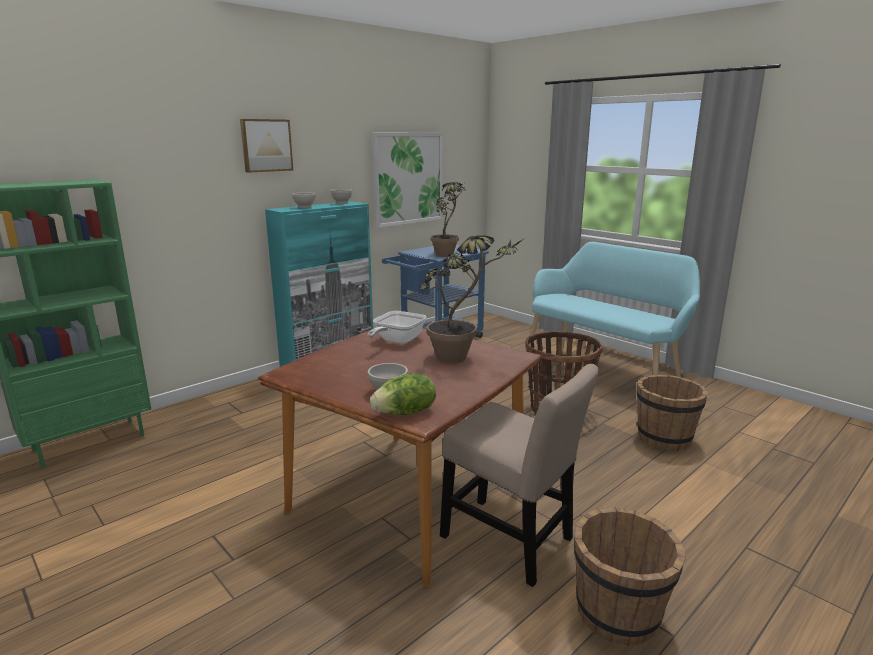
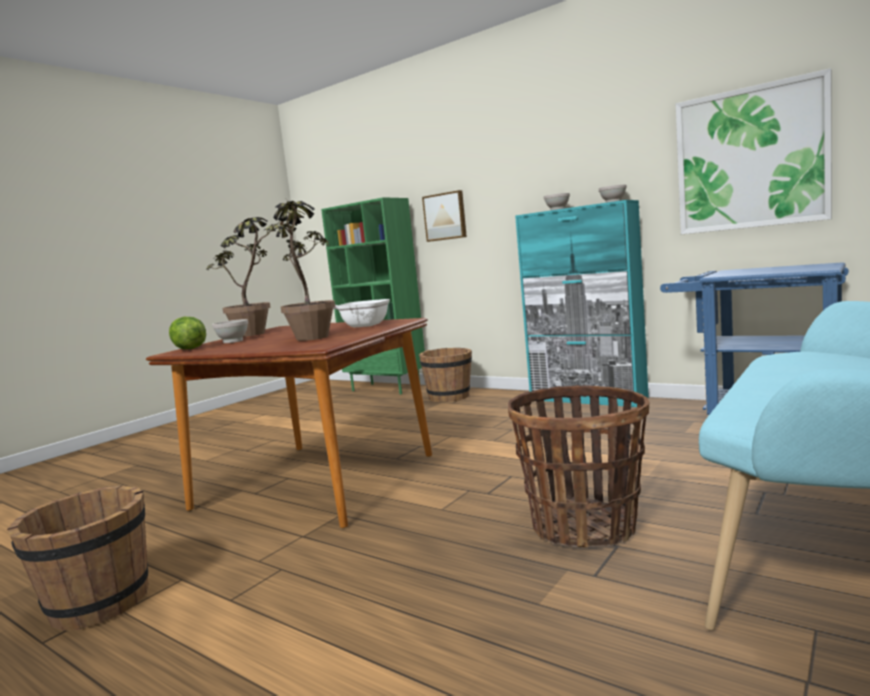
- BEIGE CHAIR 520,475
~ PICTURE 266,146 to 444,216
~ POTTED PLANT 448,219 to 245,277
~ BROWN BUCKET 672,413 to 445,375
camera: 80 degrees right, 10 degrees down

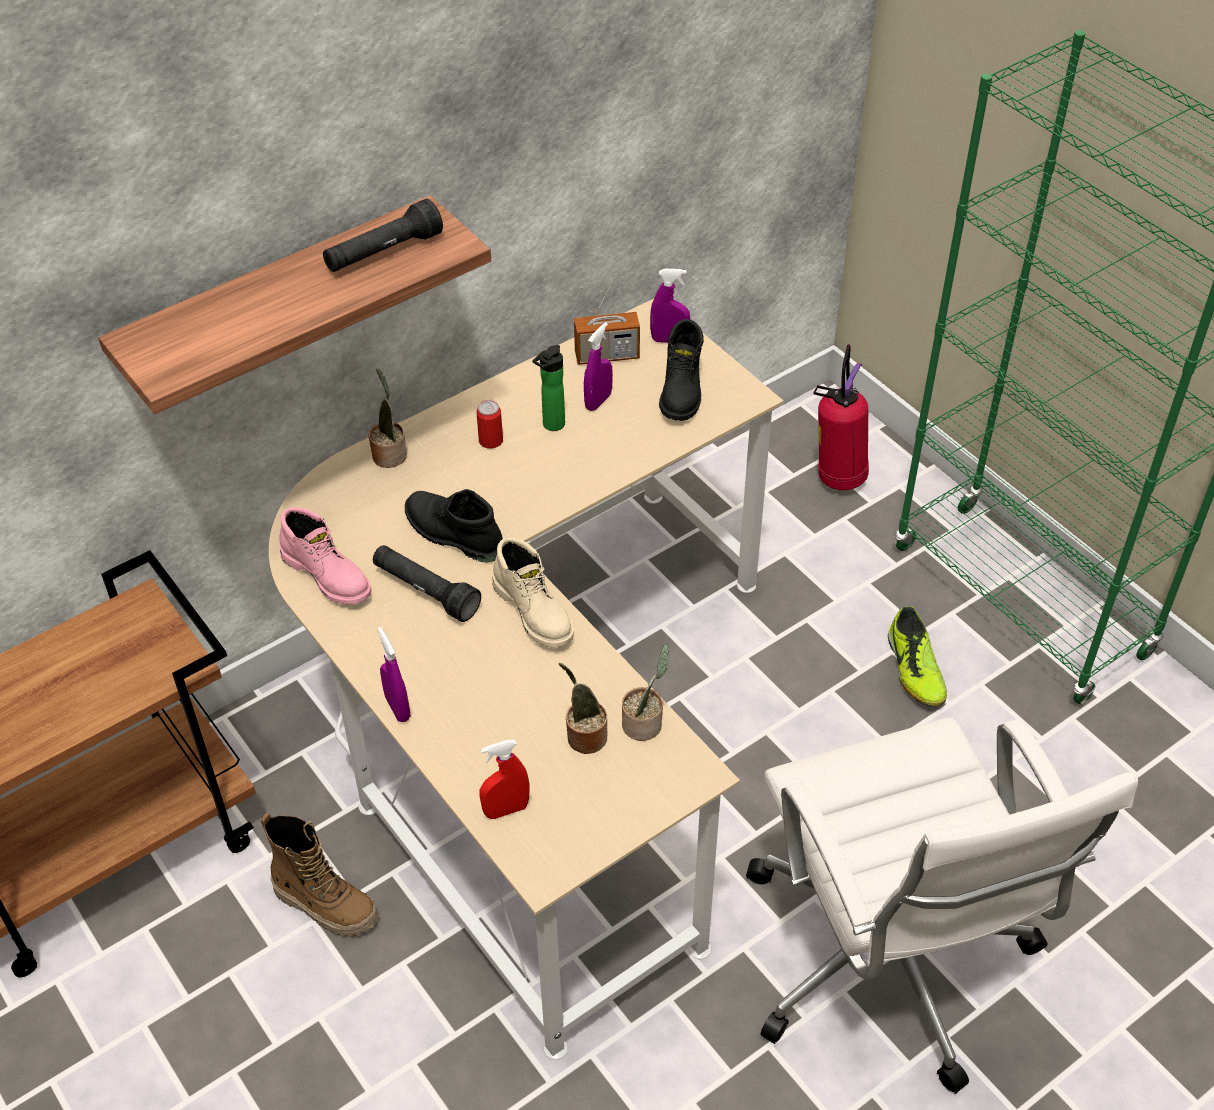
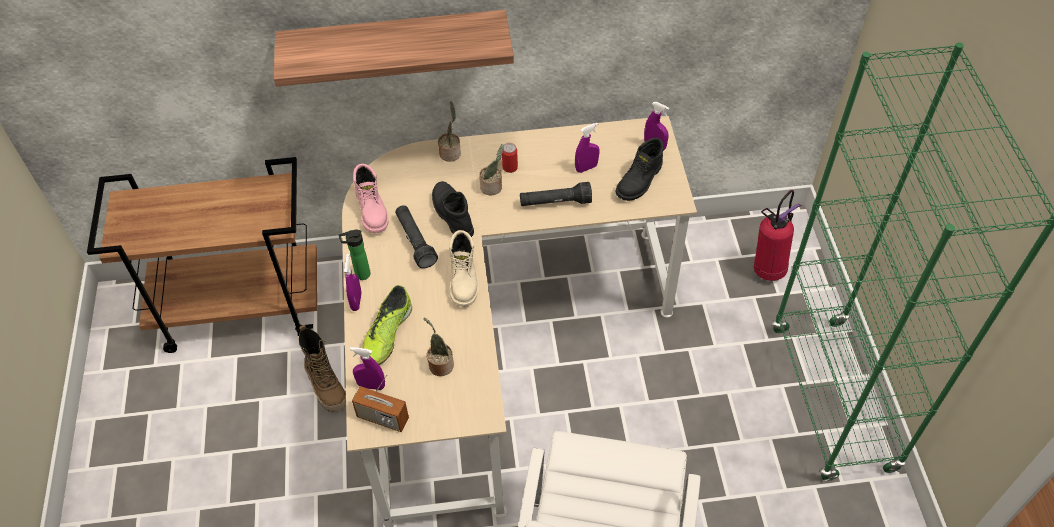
~ BLACK FLASHLIGHT 383,235 to 556,194
~ BOTTLE 548,388 to 354,254
~ RADIO 607,319 to 380,403
~ POTTED PLANT 645,692 to 491,169
~ SHOE 917,656 to 387,325
~ RED SPRAY BOTTLE 504,779 to PURPLE SPRAY BOTTLE 367,368
camera: 30 degrees right, 5 degrees up

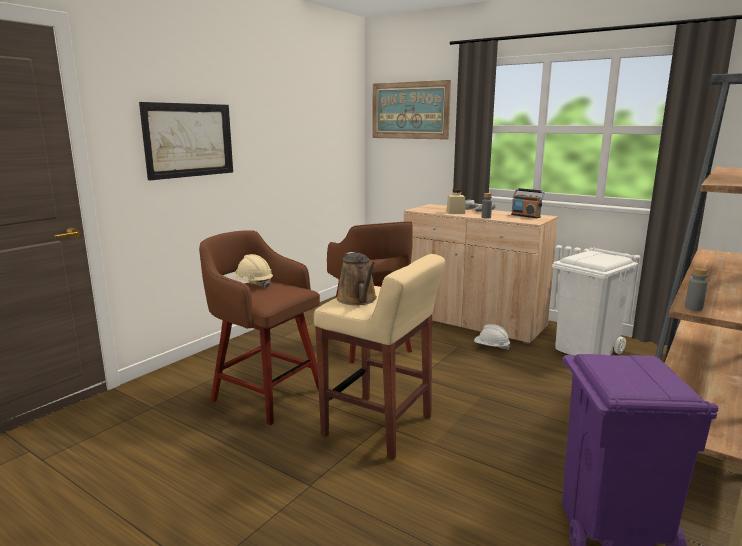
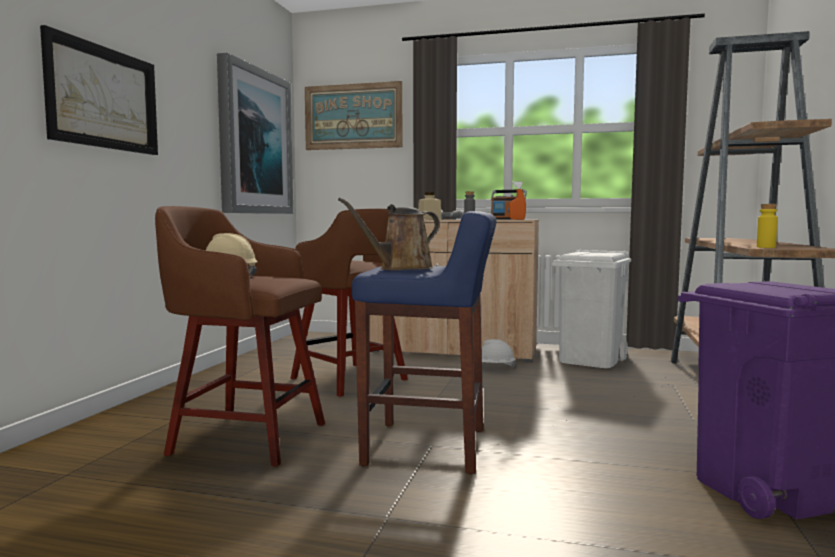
+ PICTURE 255,133
+ ORANGE SPRAY BOTTLE 517,200
~ BEIGE STOOL 379,357 to BLUE STOOL 424,342
~ GREY BOTTLE 696,289 to YELLOW BOTTLE 767,226
~ BROWN WATERING CAN 357,278 = 389,234 90 degrees clockwise
camera: 20 degrees left, 10 degrees down

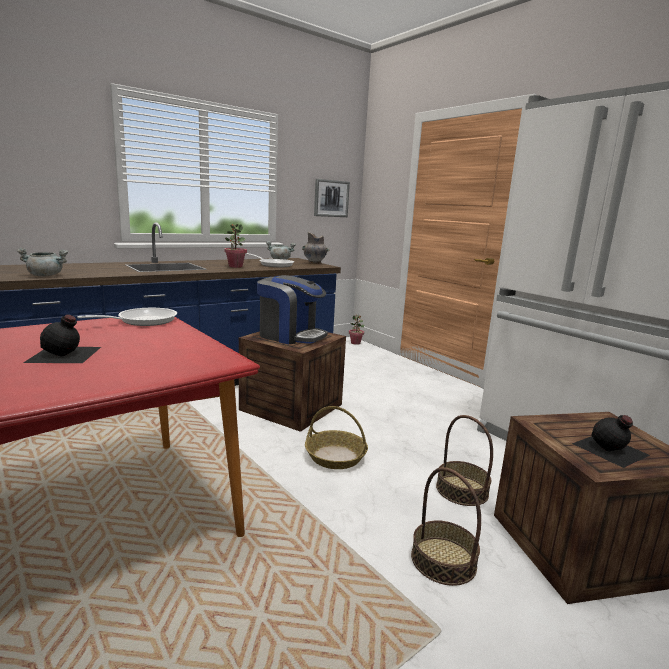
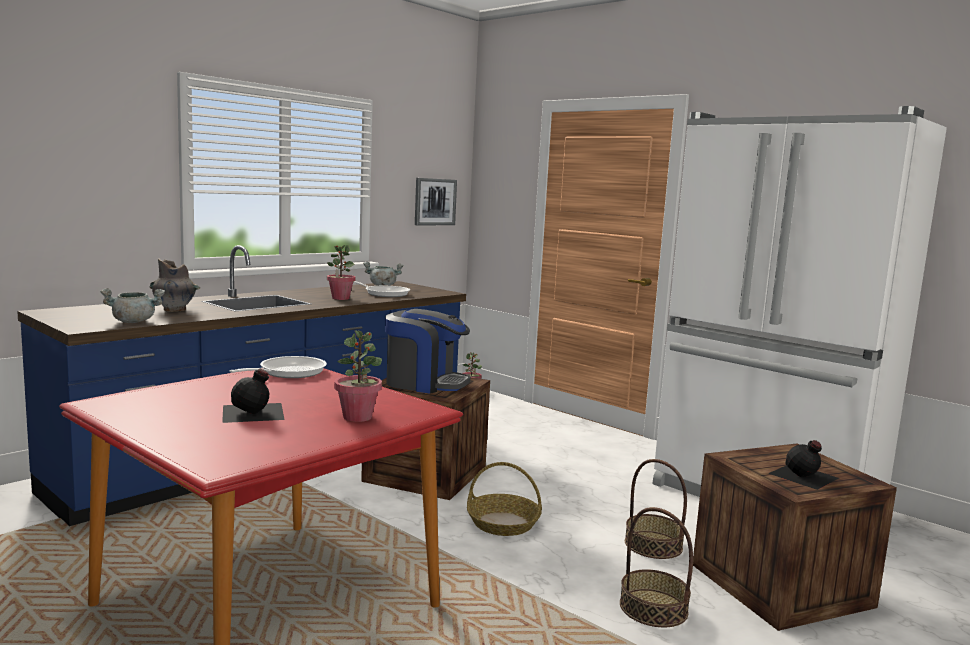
+ POTTED PLANT 358,376
~ GREY VASE 316,248 to 175,285
camera: 10 degrees left, 5 degrees down

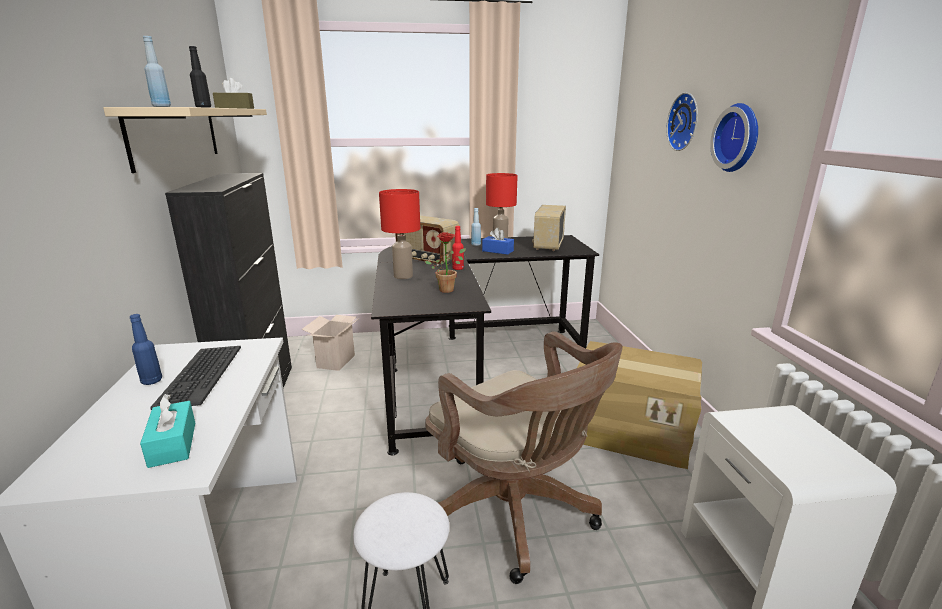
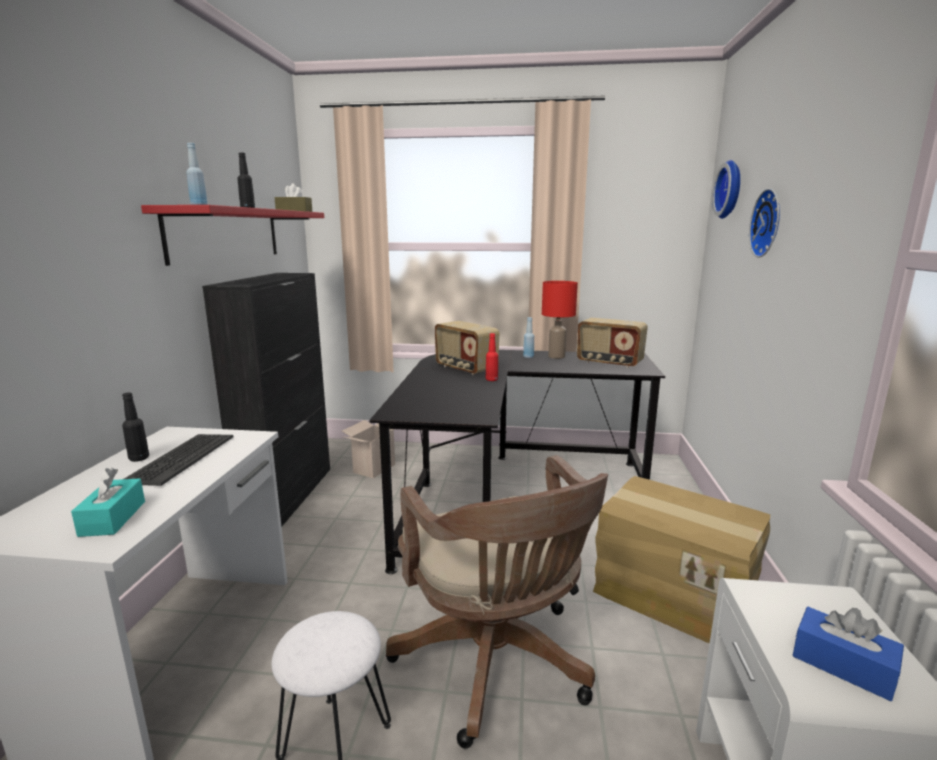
- RED TABLE LAMP 399,234
- POTTED PLANT 445,262
~ BLUE TISSUE BOX 498,241 to 848,654
~ WALL CLOCK 734,137 to 726,189
~ BEIGE SHELF 185,140 to RED SHELF 232,235
~ BLUE BOTTLE 146,349 to BLACK BOTTLE 135,427
~ RADIO 549,228 = 612,343 90 degrees counterclockwise
camera: 15 degrees right, 5 degrees down

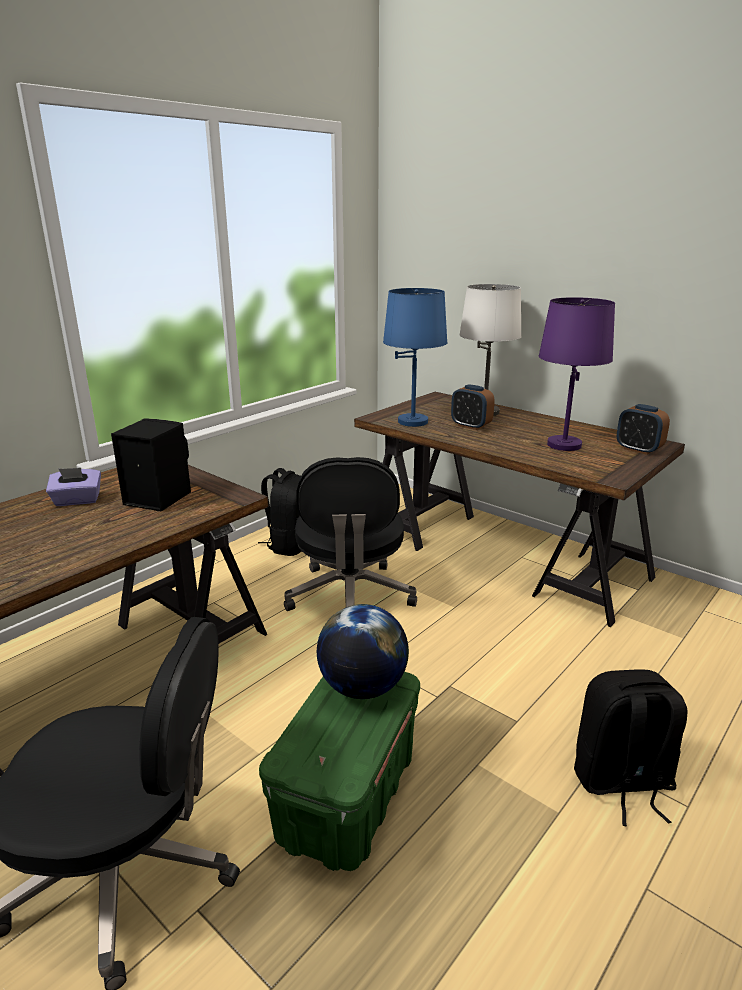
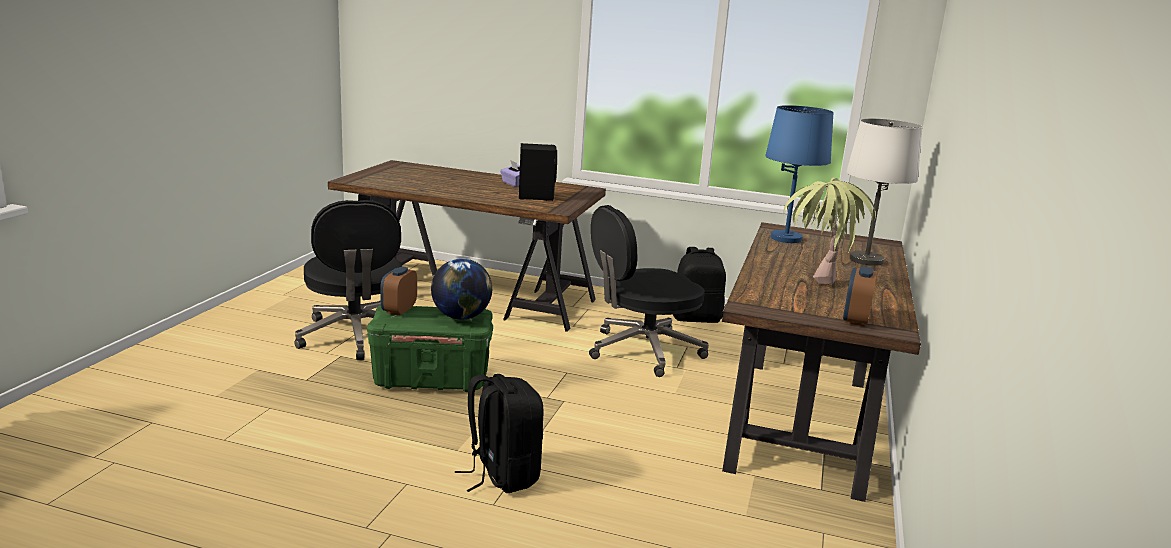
~ ALARM CLOCK 473,407 to 398,291
~ PURPLE TABLE LAMP 577,374 to POTTED PLANT 830,230
camera: 65 degrees right, 5 degrees down

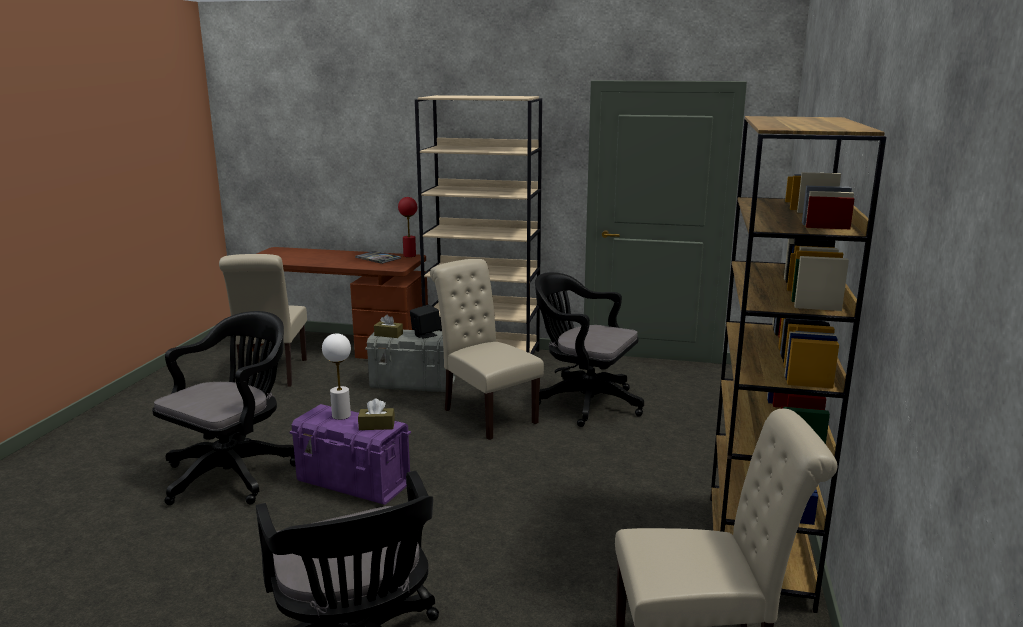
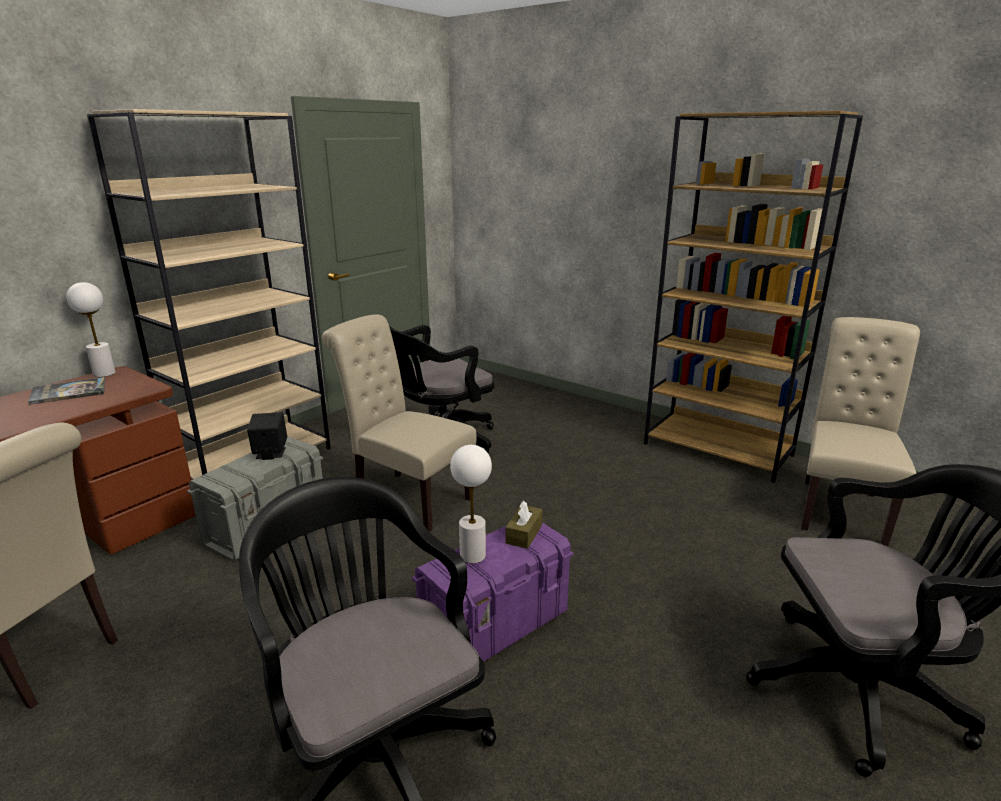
- BROWN TISSUE BOX 388,326
~ RED TABLE LAMP 407,227 to WHITE TABLE LAMP 91,329
~ BEIGE CHAIR 487,349 = 399,423 45 degrees clockwise
camera: 65 degrees left, 5 degrees up

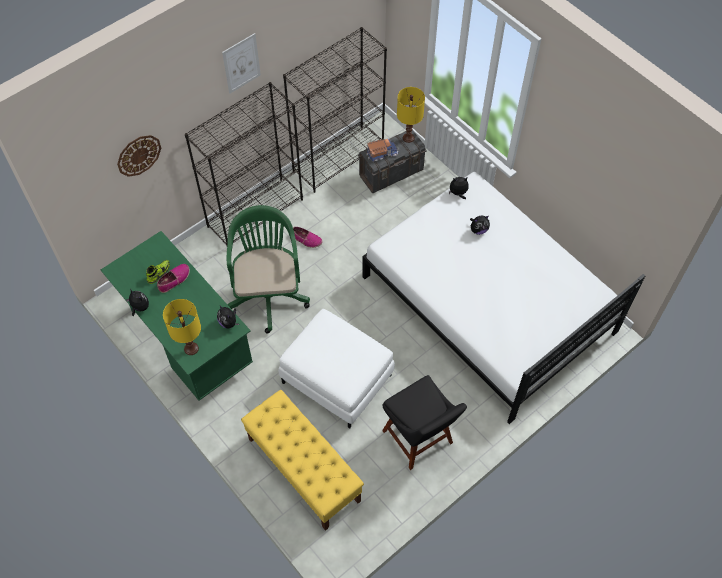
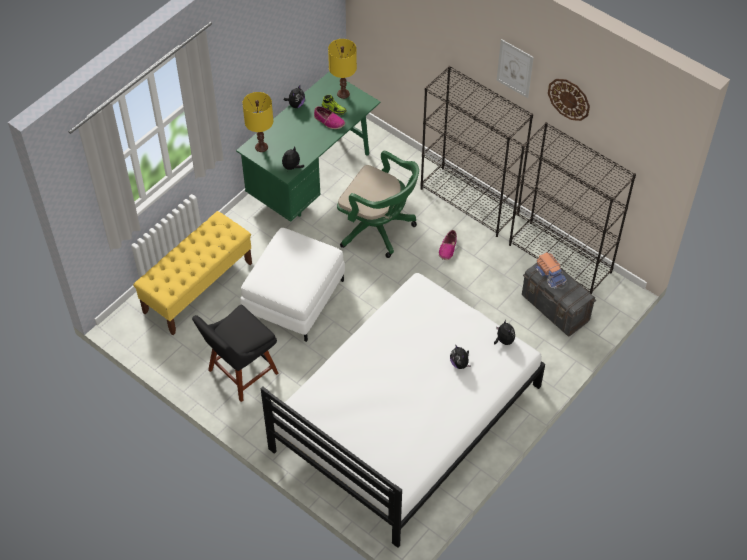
~ WALL CLOCK 139,156 to 569,100
~ YELLOW TABLE LAMP 411,115 to 342,69
~ GREEN OFFICE CHAIR 268,269 = 378,204 45 degrees clockwise
camera: 80 degrees right, 5 degrees down

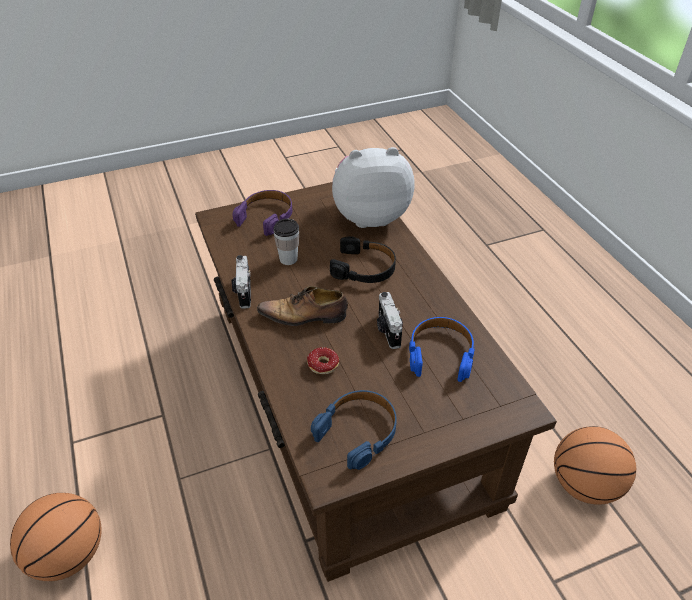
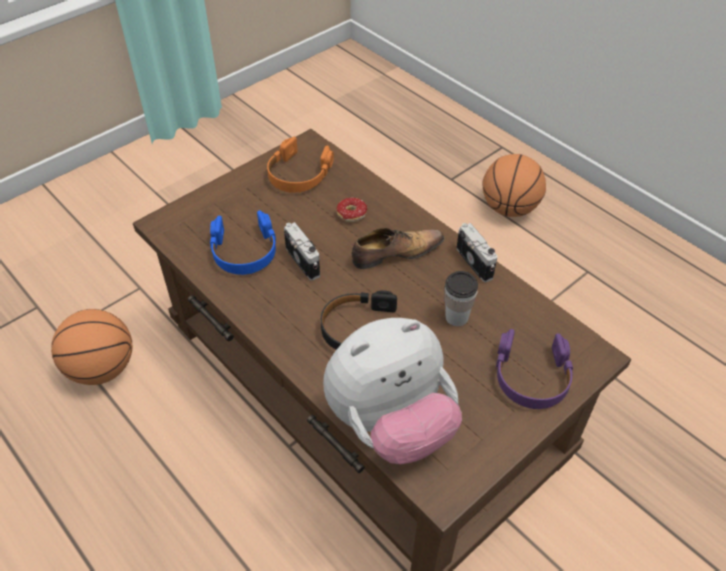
~ BLUE HEADPHONES 354,430 to ORANGE HEADPHONES 300,165
camera: 160 degrees right, 5 degrees up

